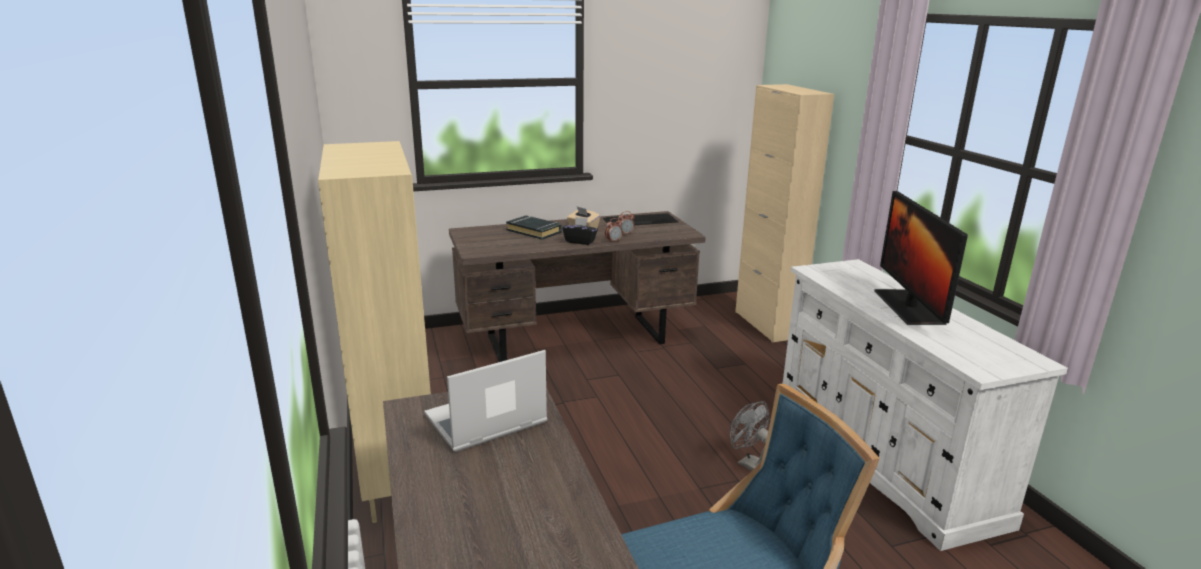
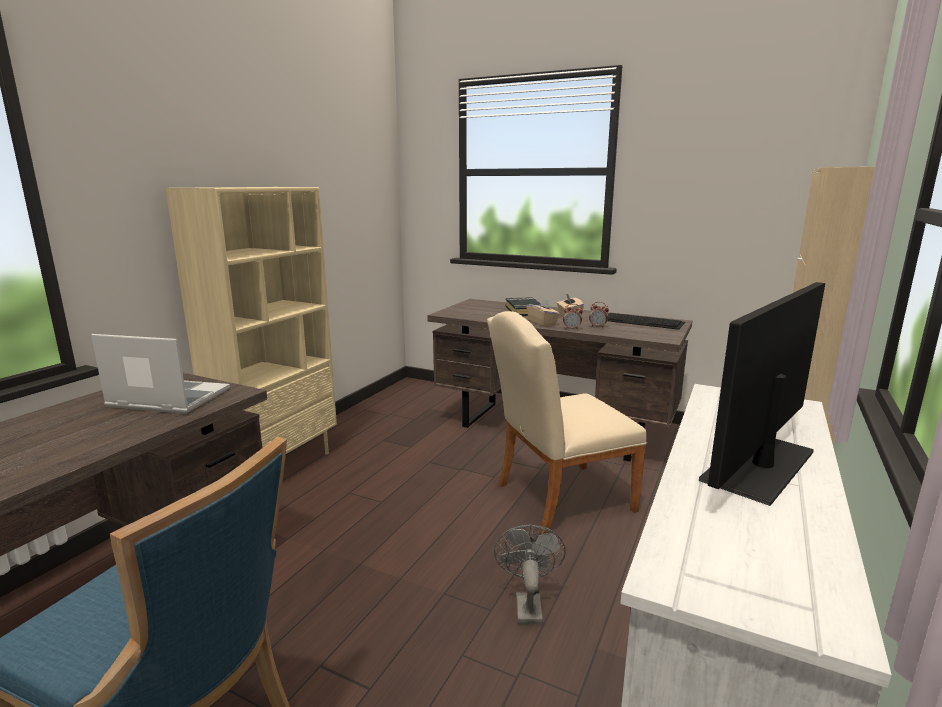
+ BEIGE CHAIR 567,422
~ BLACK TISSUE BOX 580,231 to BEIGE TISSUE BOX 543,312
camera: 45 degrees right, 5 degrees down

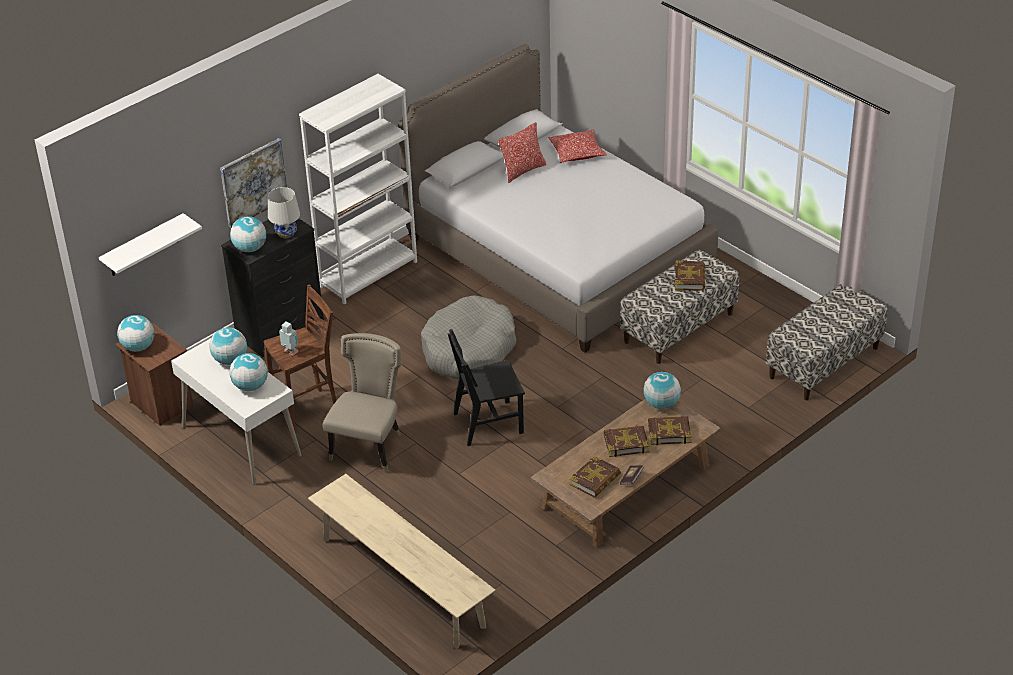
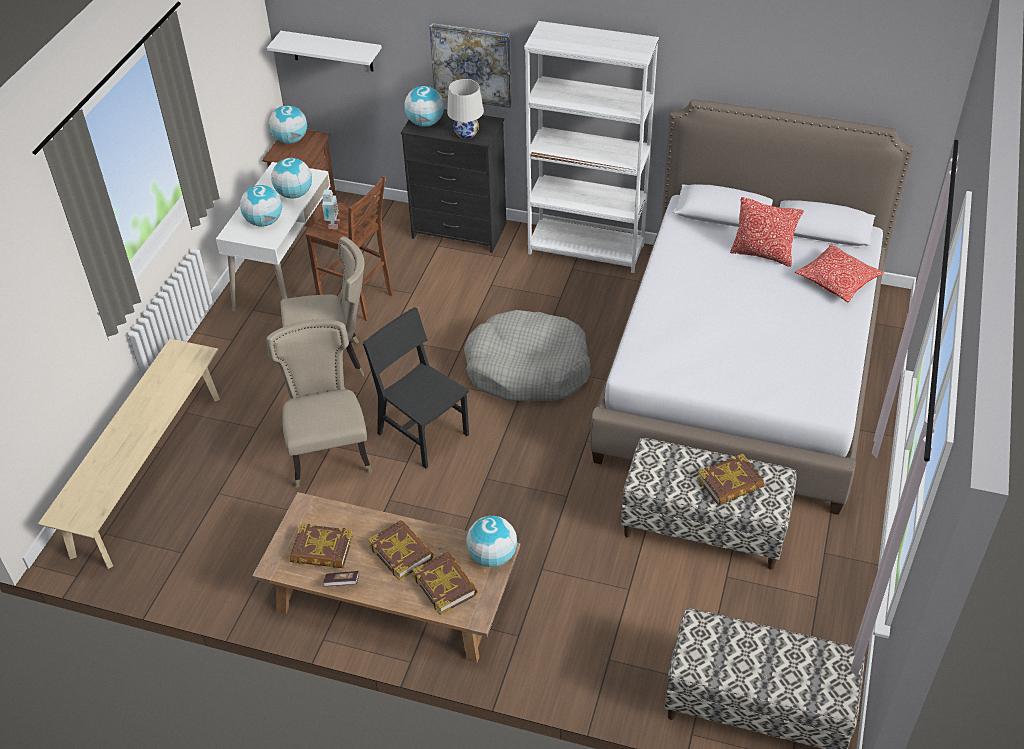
+ BEIGE CHAIR 319,403
camera: 60 degrees right, 5 degrees up

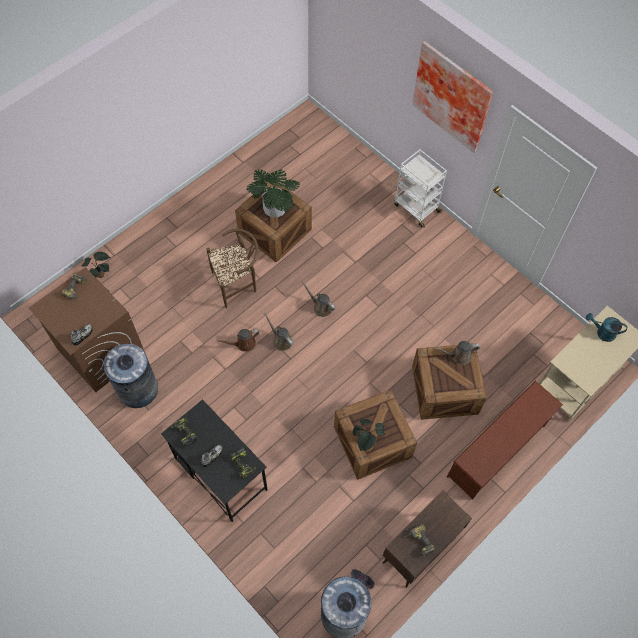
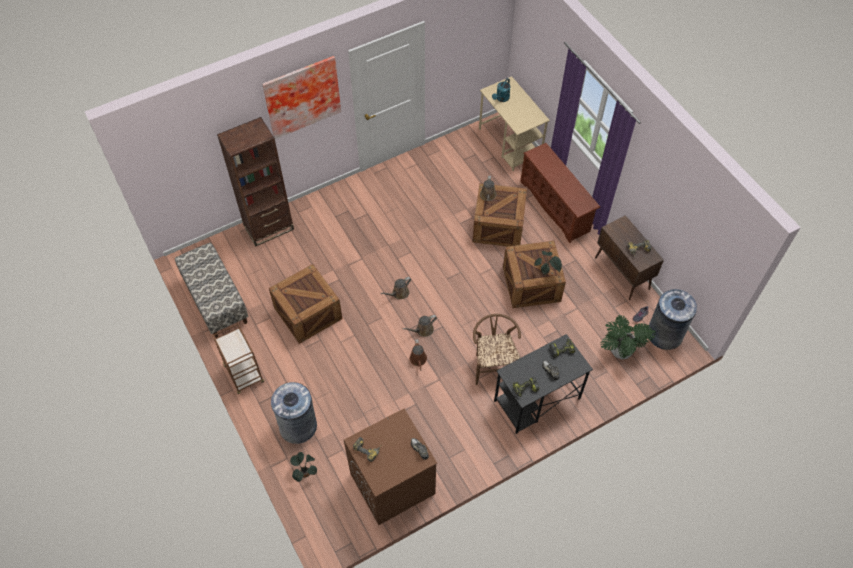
- WHITE CART 420,188
+ BENCH 212,290
+ BROWN CART 238,359
+ BROWN BOOKCASE 255,182
~ GREY TRASH CAN 130,376 to 294,413
~ BROWN CHAIR 232,268 to 497,349
~ POTTED PLANT 273,193 to 628,337
camera: 75 degrees left, 5 degrees down

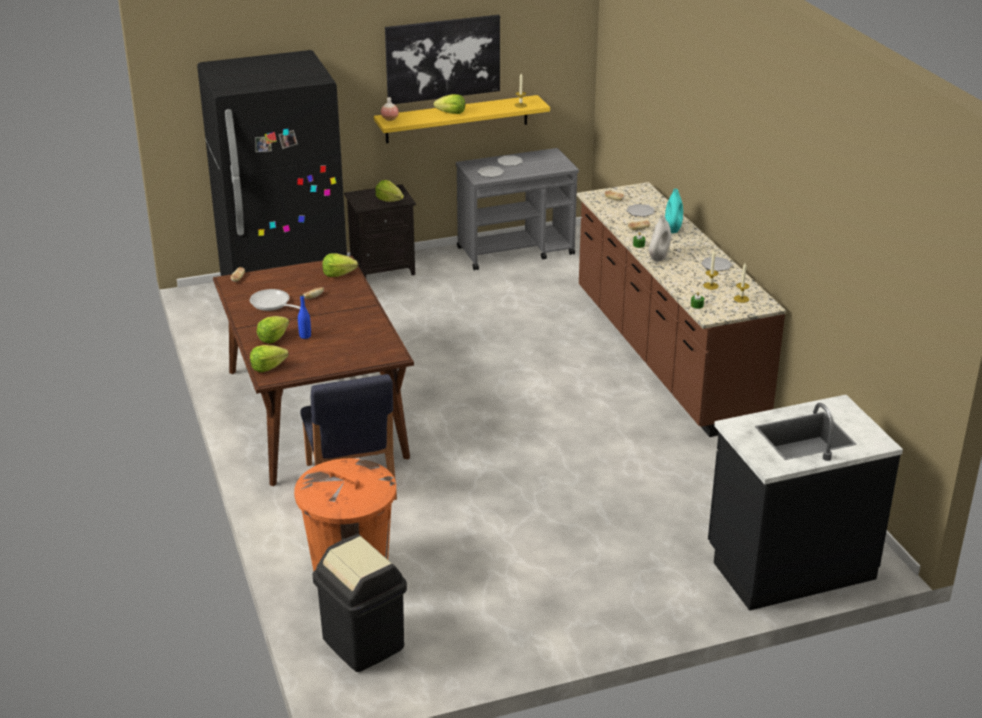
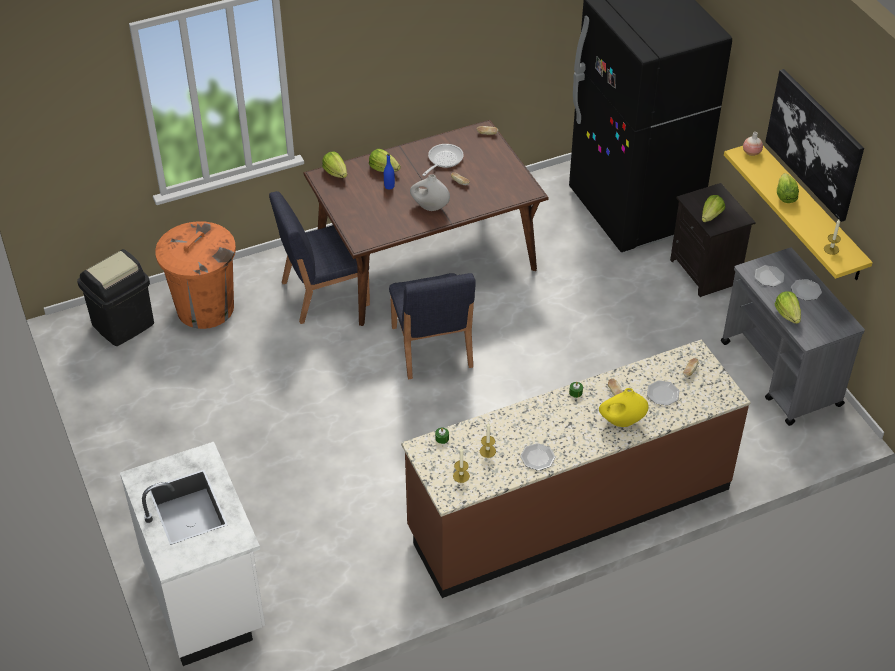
+ BLUE CHAIR 432,326
~ LETTUCE 340,265 to 788,307
~ WHITE VASE 660,238 to 430,192
~ TURQUOISE VASE 674,211 to YELLOW VASE 624,407
~ BLACK COUNTER 805,503 to WHITE COUNTER 192,554
camera: 85 degrees right, 15 degrees up

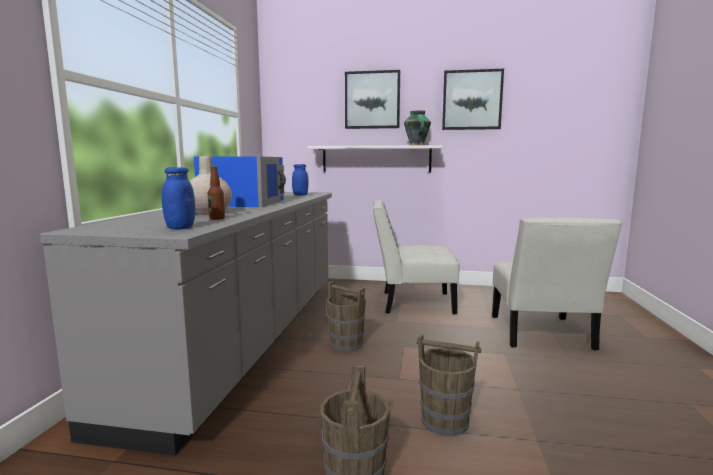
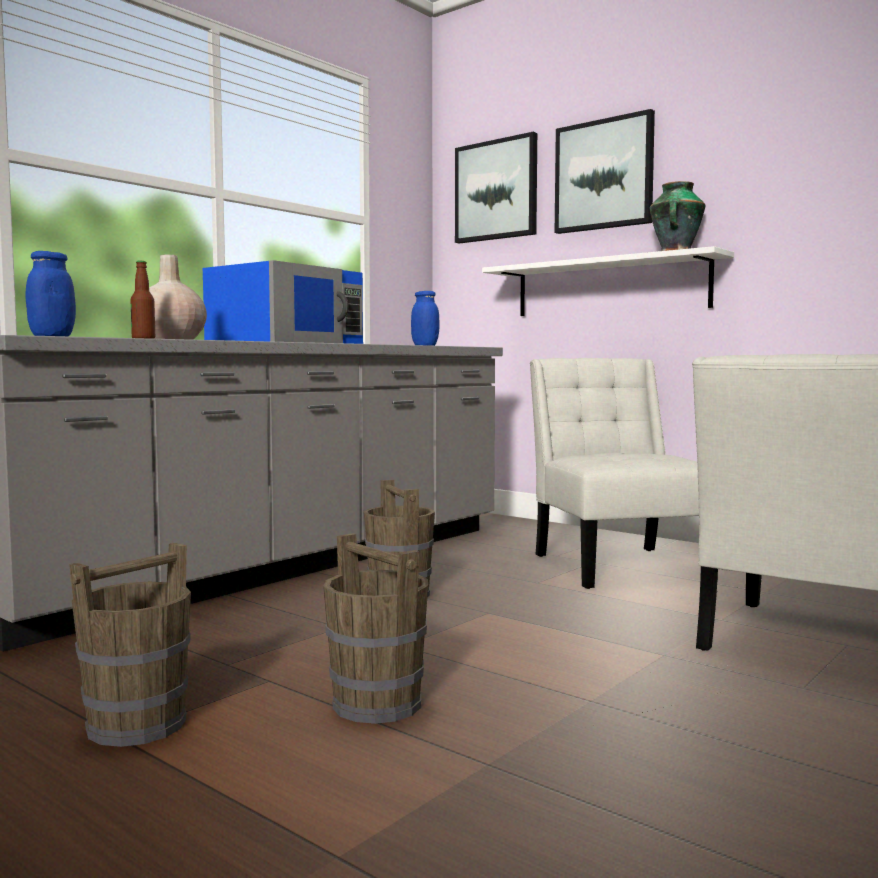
~ PICTURE 473,99 to 496,187
~ WHITE CHAIR 416,257 = 624,473 45 degrees clockwise
camera: 30 degrees right, 5 degrees down

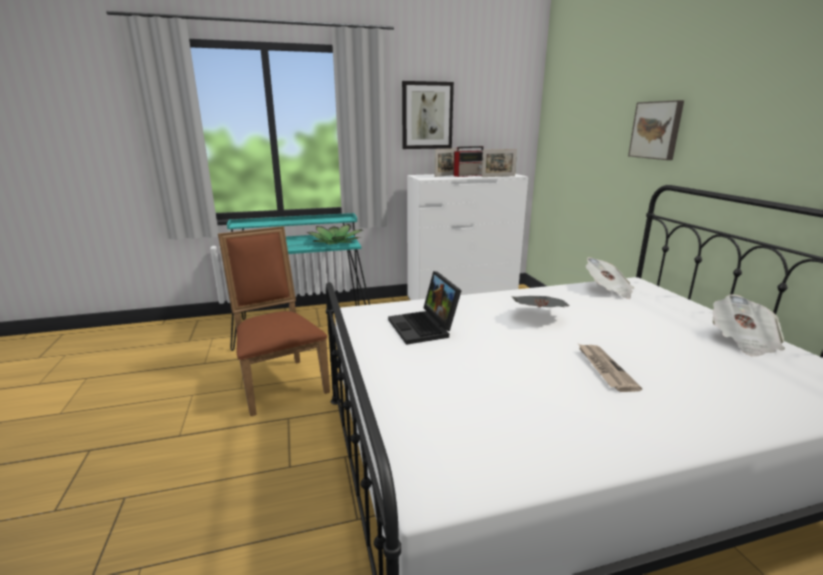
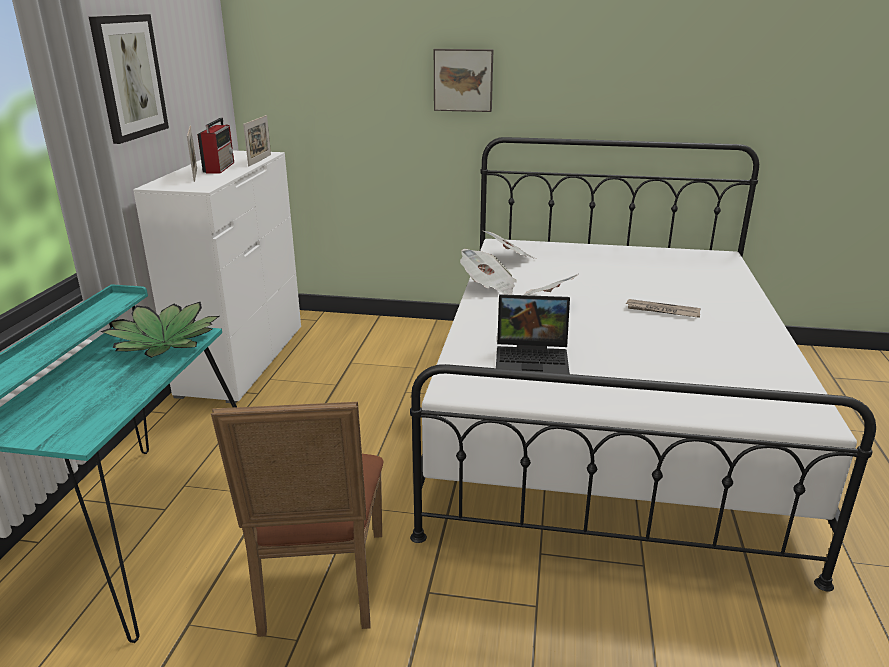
~ NEWSPAPER 748,325 to 488,272
~ BROWN CHAIR 274,321 = 297,519 90 degrees counterclockwise
camera: 65 degrees left, 5 degrees up

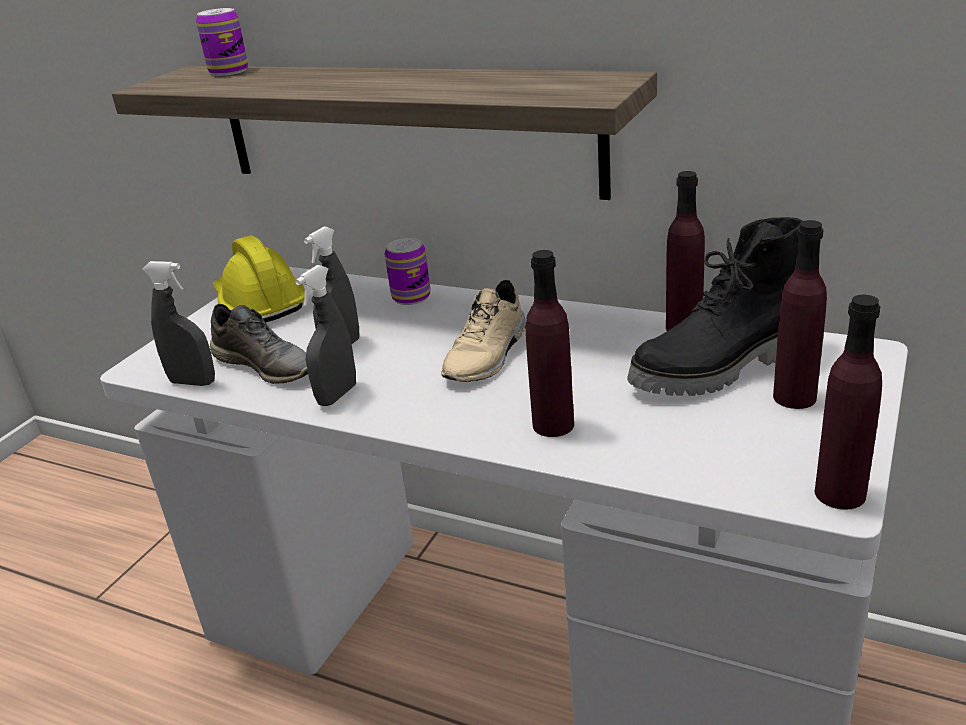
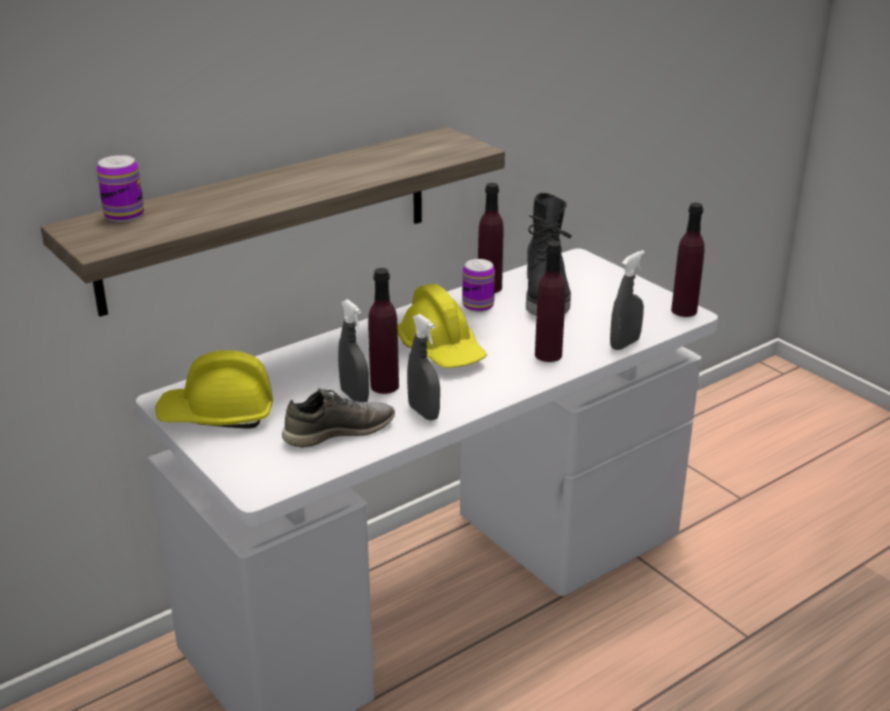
~ GREY SPRAY BOTTLE 178,323 to 627,300
~ CAN 407,271 to 479,285
~ PURPLE BOTTLE 800,314 to 383,331
~ BEIGE SHOE 483,331 to YELLOW HARD HAT 442,326
camera: 65 degrees left, 0 degrees up

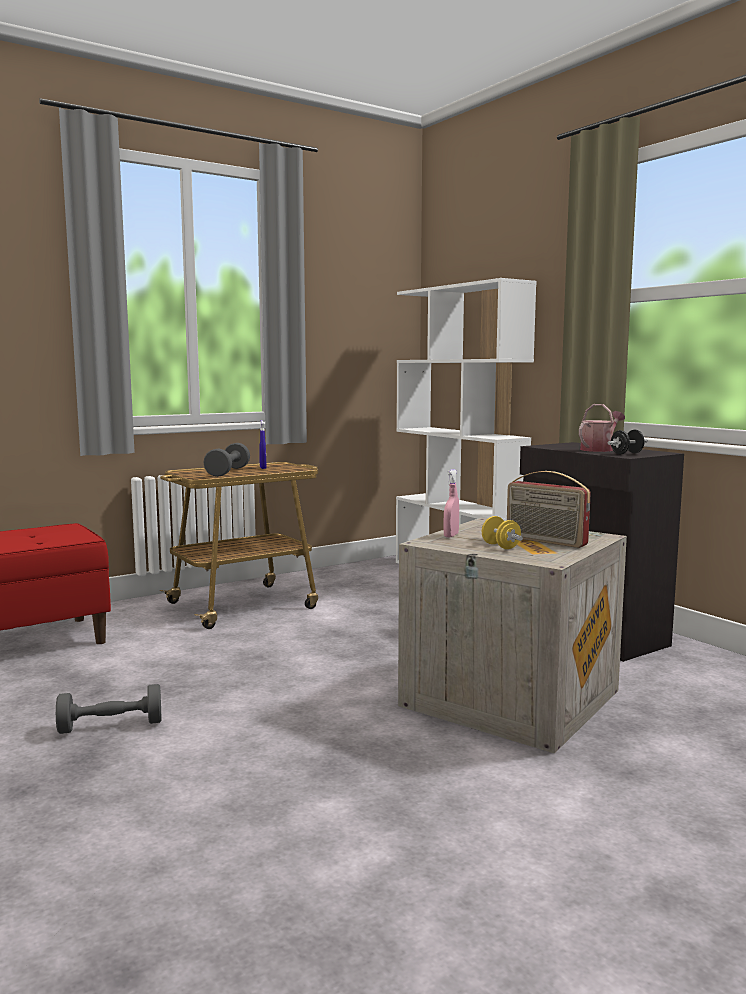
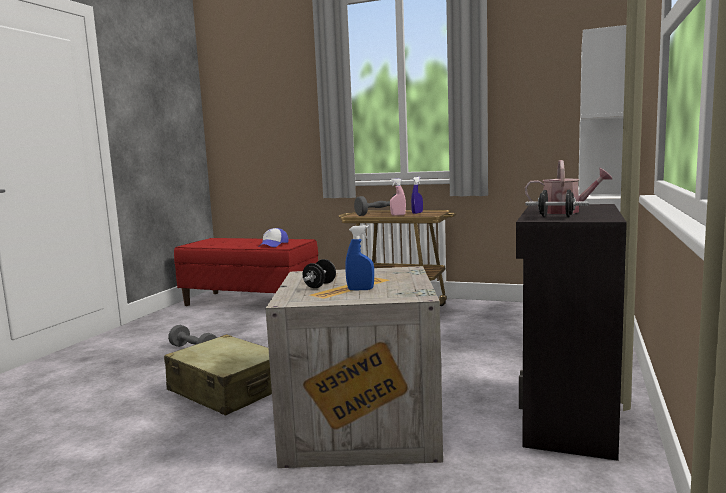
+ BEIGE SUITCASE 218,375
+ CAP 275,237
~ PINK SPRAY BOTTLE 451,503 to 398,197
~ RADIO 549,509 to BLUE SPRAY BOTTLE 359,258
~ YELLOW DUMBBELL 502,532 to BLACK DUMBBELL 319,273
camera: 55 degrees right, 0 degrees up

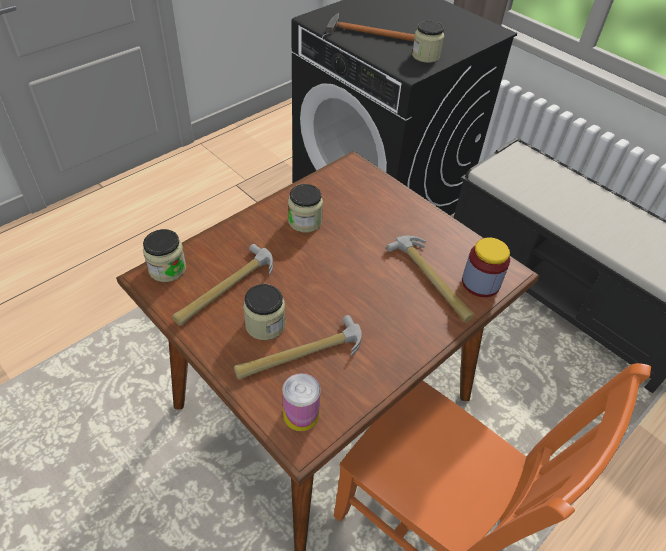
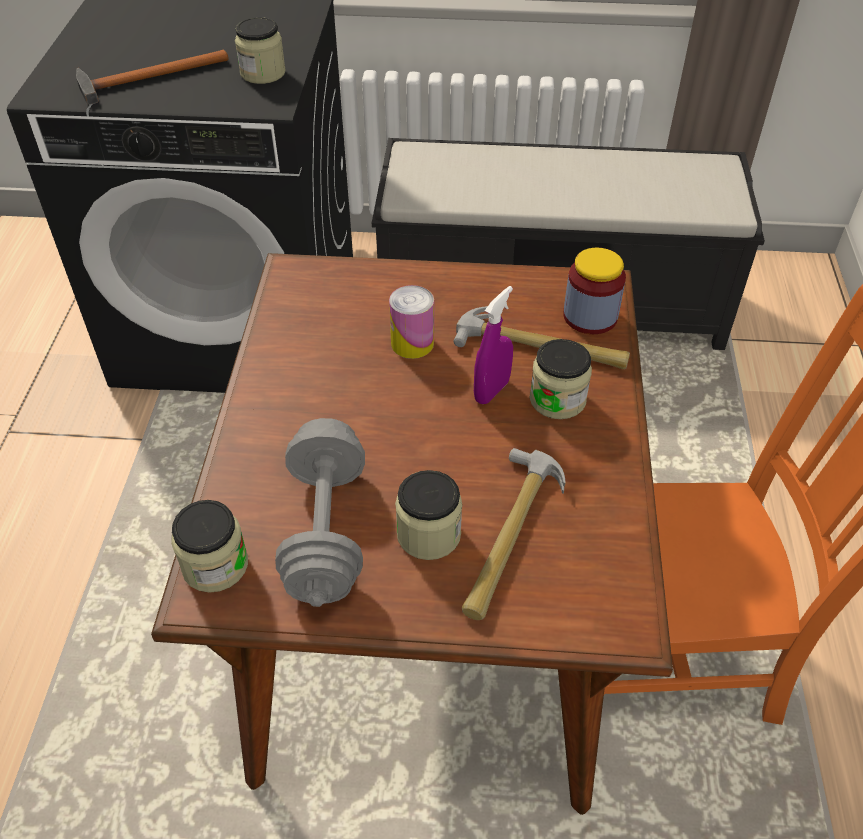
+ PURPLE SPRAY BOTTLE 493,345
~ CAN 301,402 to 411,322
~ JAR 305,208 to 561,379
~ HAMMER 222,285 to GREY DUMBBELL 320,512
camera: 40 degrees left, 0 degrees up

